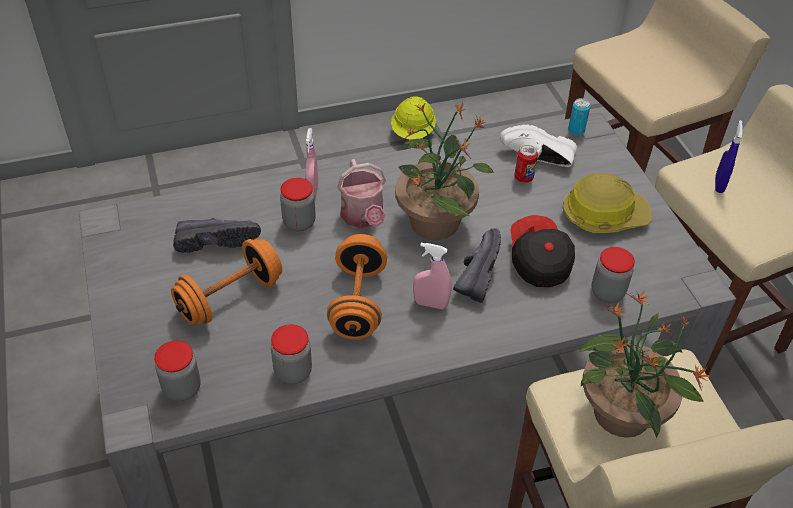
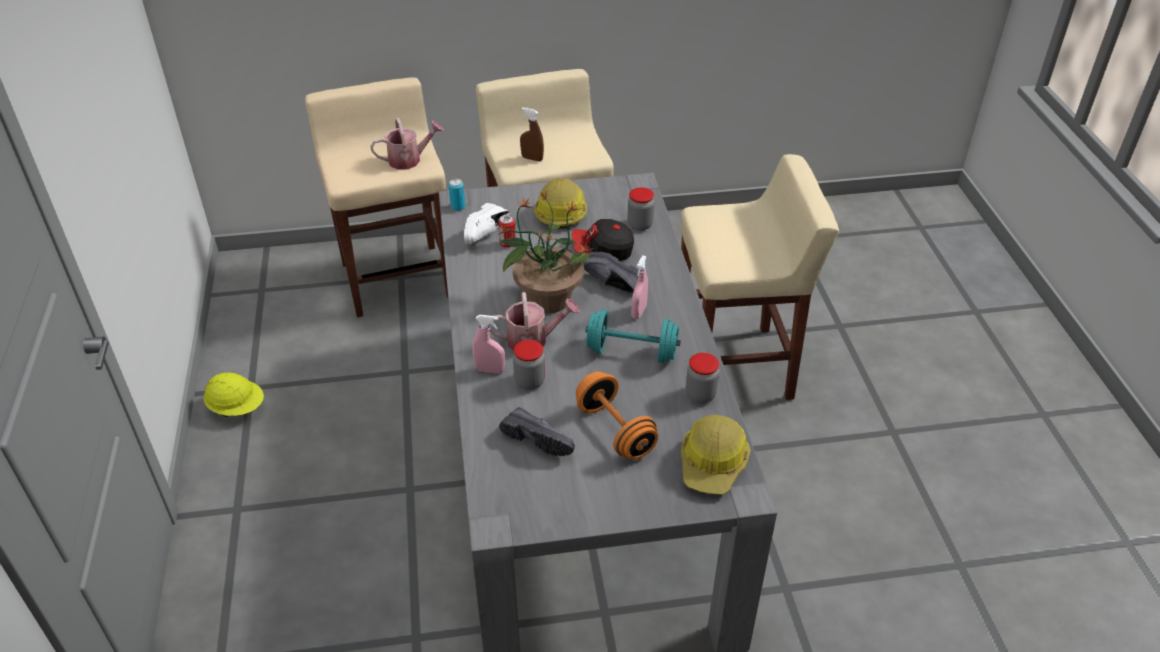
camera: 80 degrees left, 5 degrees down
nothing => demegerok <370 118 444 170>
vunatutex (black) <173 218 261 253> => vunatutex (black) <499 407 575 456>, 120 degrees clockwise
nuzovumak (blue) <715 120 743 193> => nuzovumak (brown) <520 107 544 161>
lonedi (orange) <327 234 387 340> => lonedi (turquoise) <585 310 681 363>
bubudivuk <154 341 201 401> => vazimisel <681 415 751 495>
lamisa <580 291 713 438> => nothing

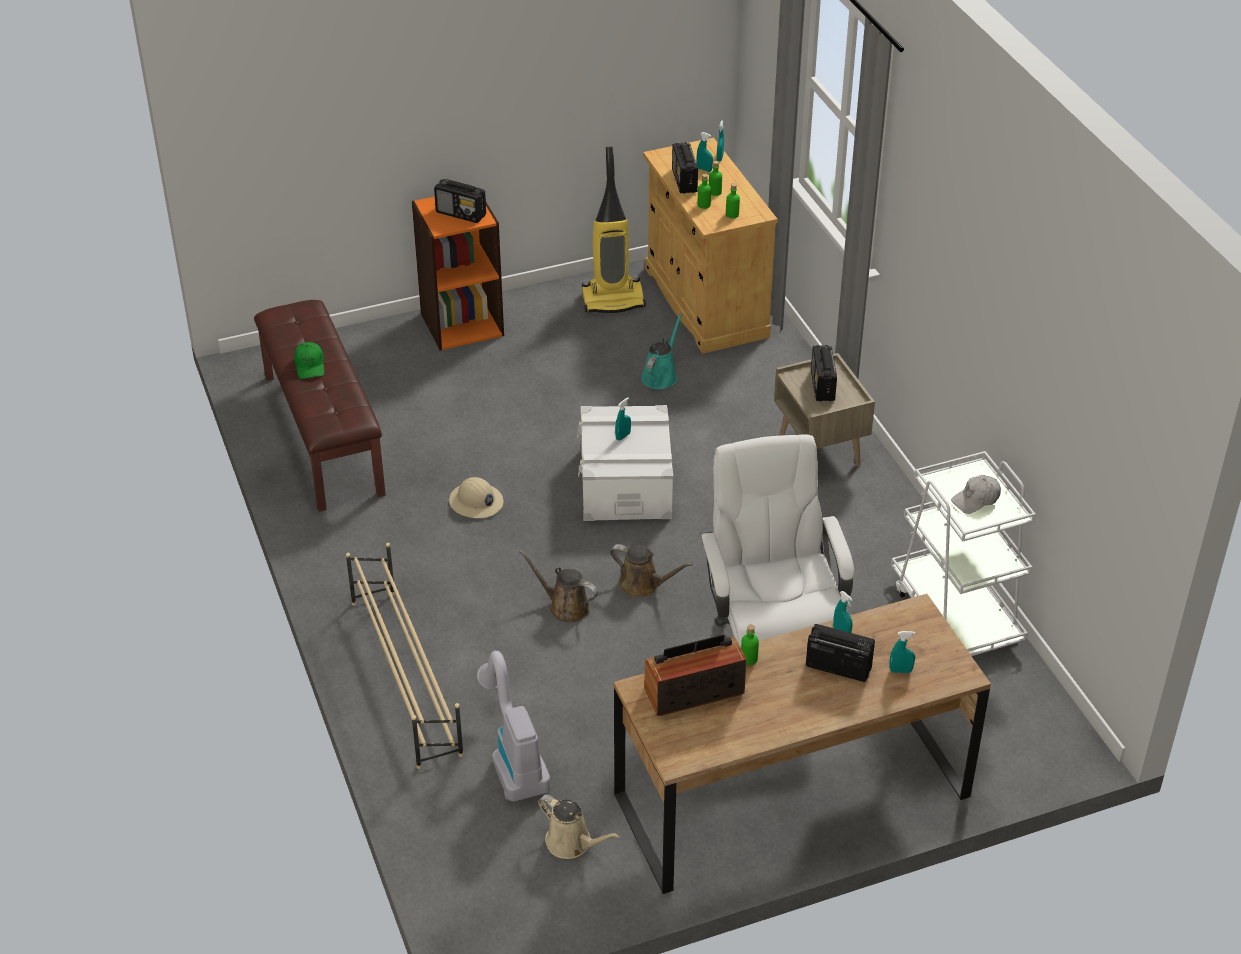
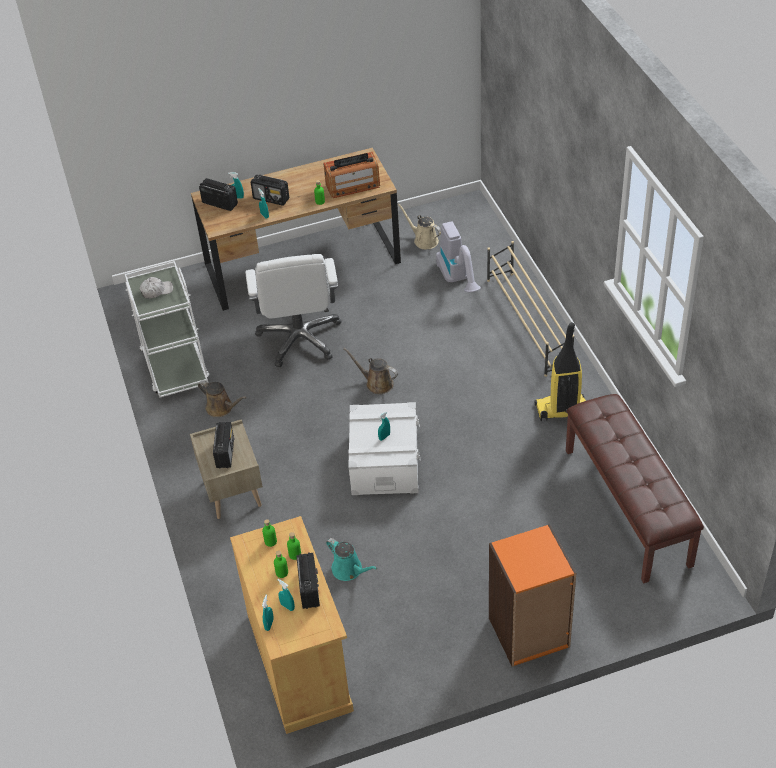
camera: 175 degrees left, 5 degrees up
demegerok (brown) <519 549 598 623> => demegerok (brown) <198 380 247 417>, move
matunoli <434 179 486 223> => matunoli <199 178 238 211>, move
demegerok (turquoise) <641 314 682 389> => demegerok (turquoise) <326 538 377 581>, 75 degrees counterclockwise
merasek <582 146 646 313> => merasek <535 322 586 421>, move
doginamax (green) <294 342 324 379> => nothing
vazimisel (beige) <449 477 504 518> => nothing

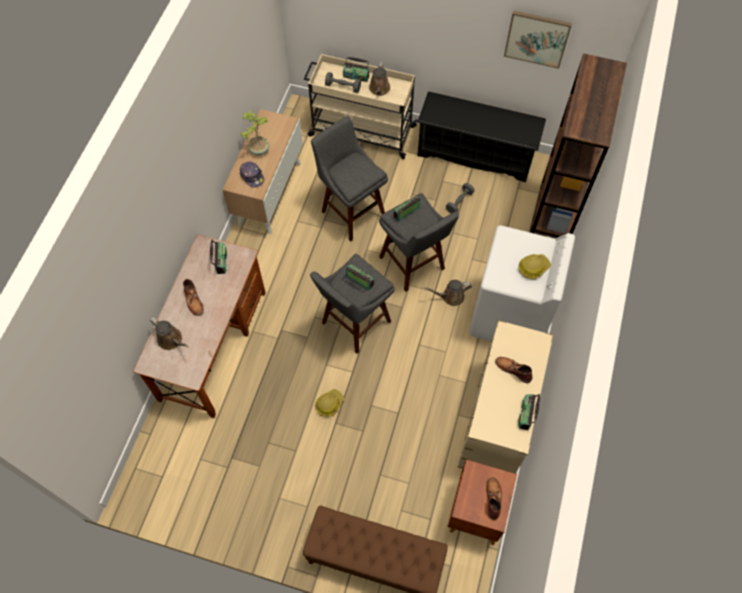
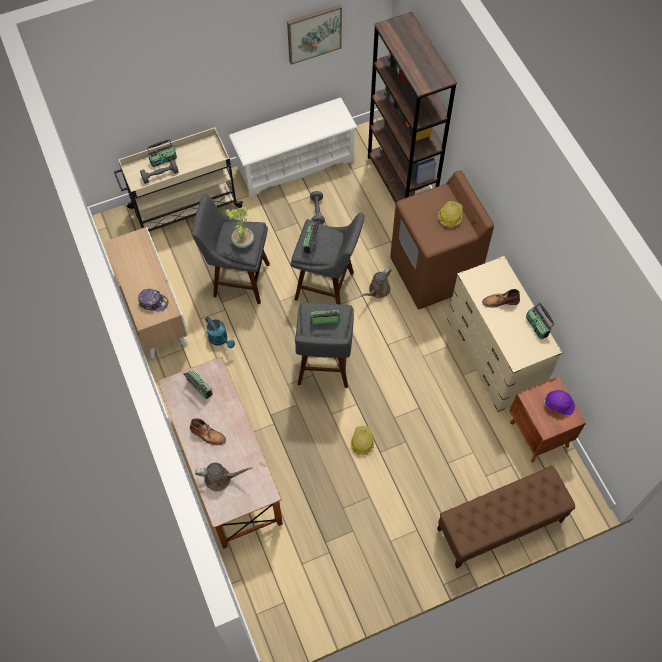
camera: 40 degrees left, 0 degrees up
nothing => demegerok (turquoise) <205 317 235 348>
lamisa <241 111 269 155> => lamisa <225 206 254 248>, move
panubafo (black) <417 92 546 182> => panubafo (white) <229 98 357 197>
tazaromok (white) <469 225 575 341> => tazaromok (brown) <390 171 494 309>
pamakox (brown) <486 477 502 520> => vazimisel (purple) <543 390 575 416>
demegerok (brown) <369 62 390 96> => nothing

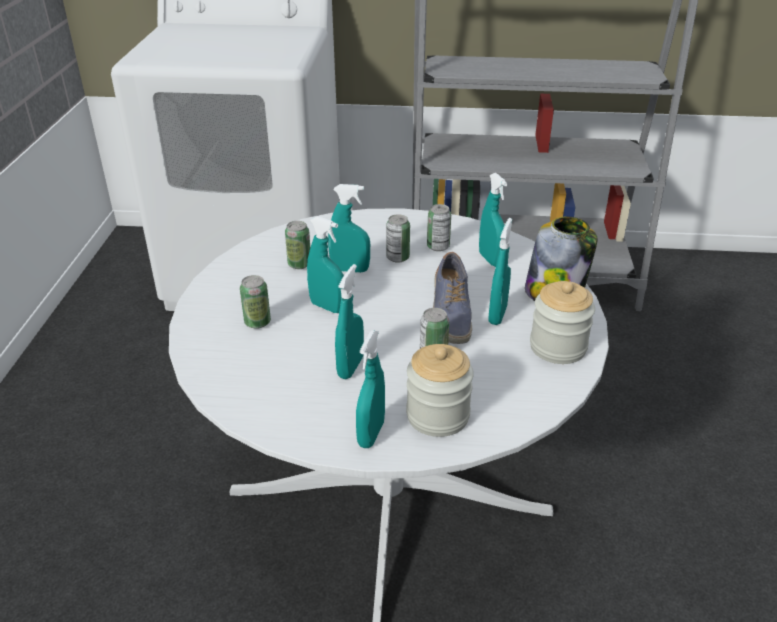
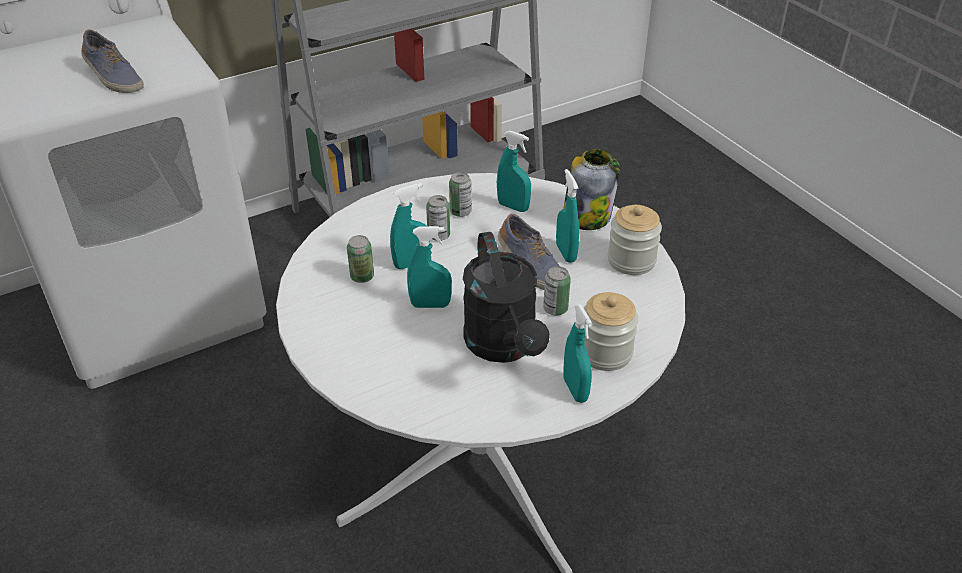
camera: 35 degrees left, 5 degrees up
nothing => vunatutex <81 29 144 93>
nuzovumak (turquoise) <335 264 364 379> => demegerok (black) <463 232 550 363>
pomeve <240 275 271 329> => nothing

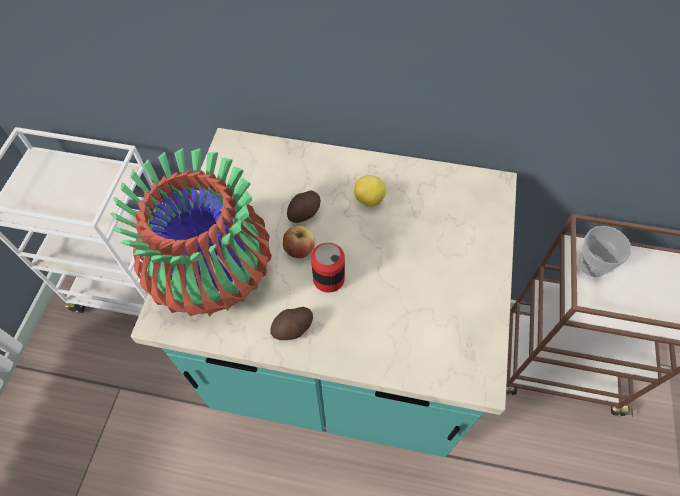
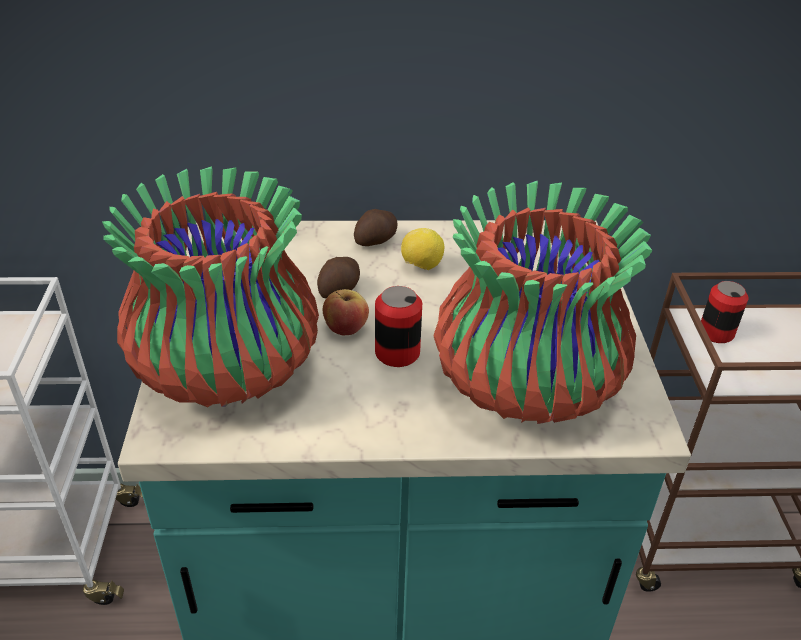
camera: 15 degrees left, 20 degrees down
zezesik <270 307 313 340> => zezesik <354 209 398 246>, move
nothing => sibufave <433 181 652 424>
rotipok <578 226 632 277> => pomeve <701 281 749 343>

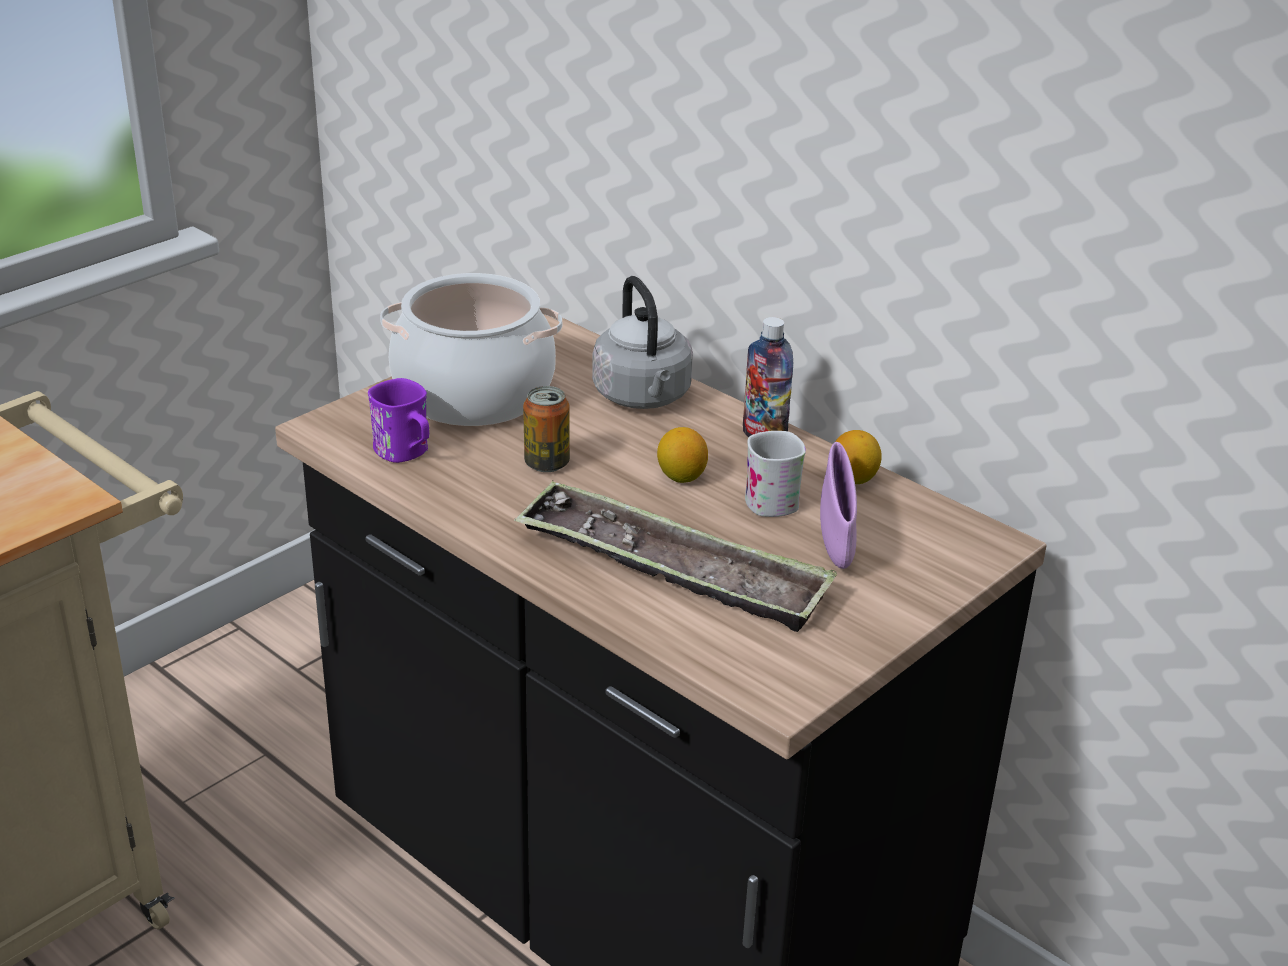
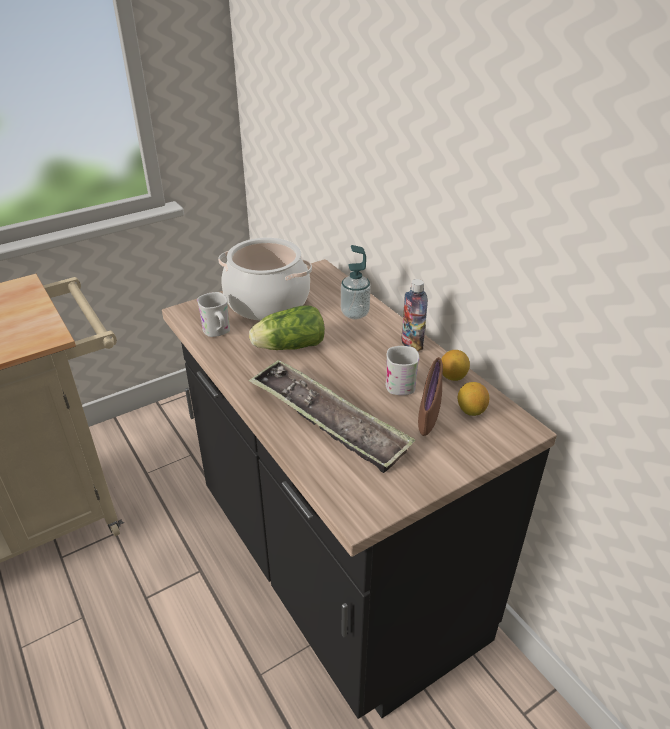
camera: 15 degrees right, 5 degrees up
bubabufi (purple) <368 378 429 463> => bubabufi (white) <197 292 230 337>
pomeve <523 386 570 472> => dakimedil <249 305 325 350>
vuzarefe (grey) <592 276 693 409> => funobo <341 245 371 319>
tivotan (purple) <820 442 857 569> => tivotan (brown) <418 357 443 436>
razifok <657 427 708 483> => razifok <458 382 489 416>, move

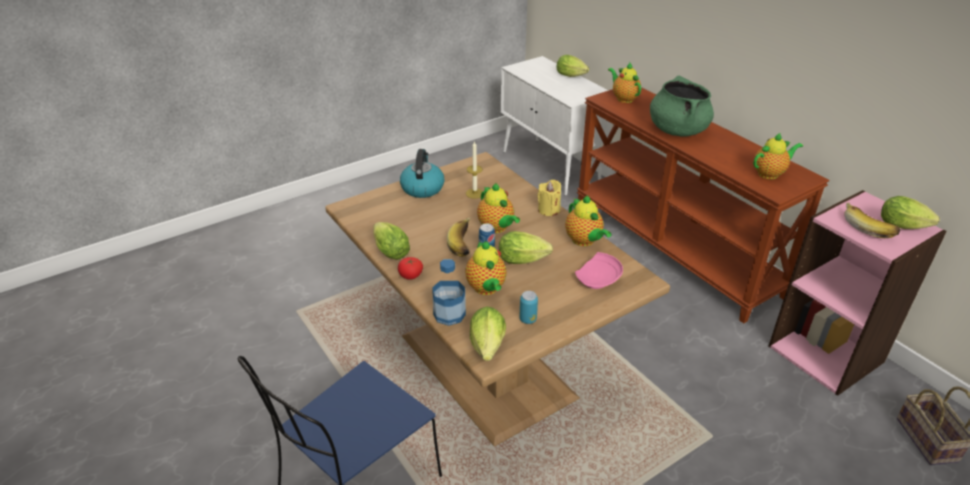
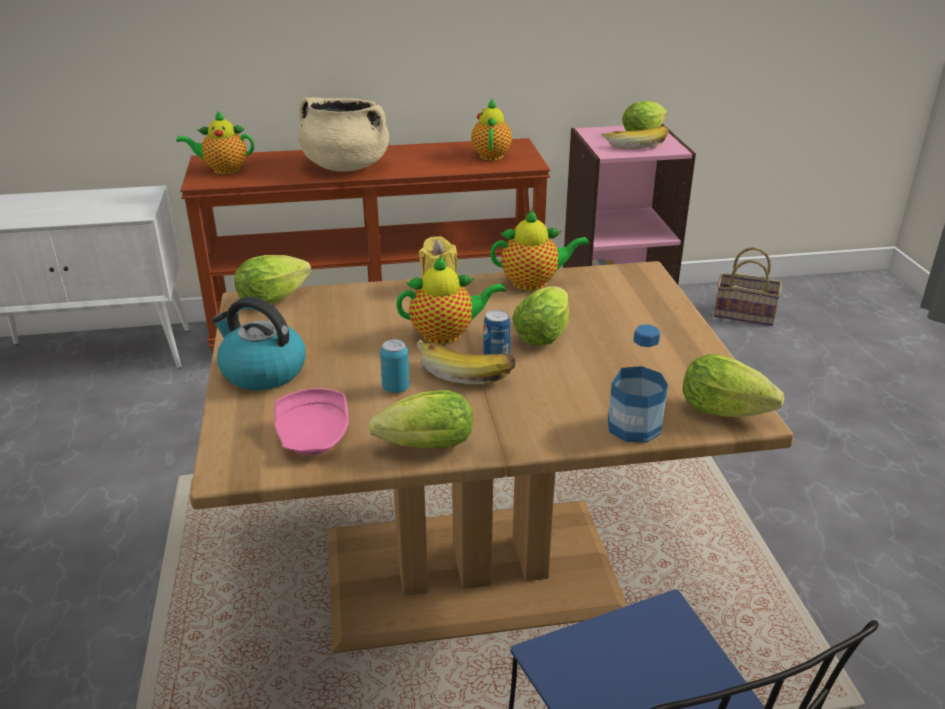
camera: 65 degrees left, 5 degrees down
dakimedil <556 55 589 77> => dakimedil <235 255 312 304>, move
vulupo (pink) <575 252 623 289> => vulupo (pink) <274 388 349 455>, move
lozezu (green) <650 76 714 136> => lozezu (beige) <298 97 389 172>
pomeve <519 291 538 324> => pomeve <380 339 409 393>, move
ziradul <398 257 423 280> => nothing
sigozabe <465 241 507 295> => nothing
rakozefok <466 141 483 199> => nothing

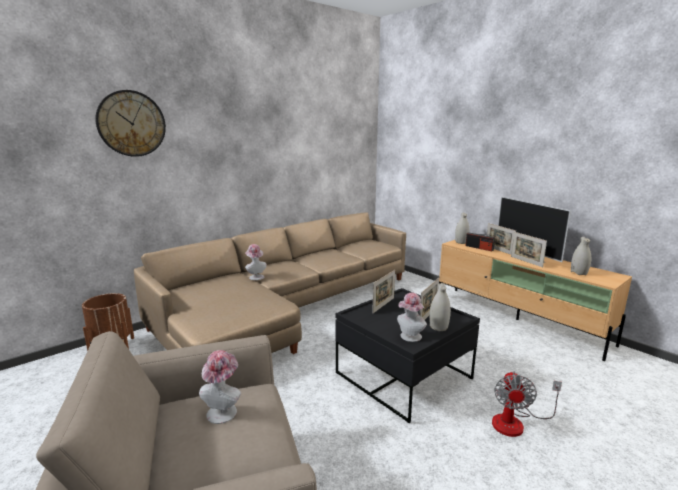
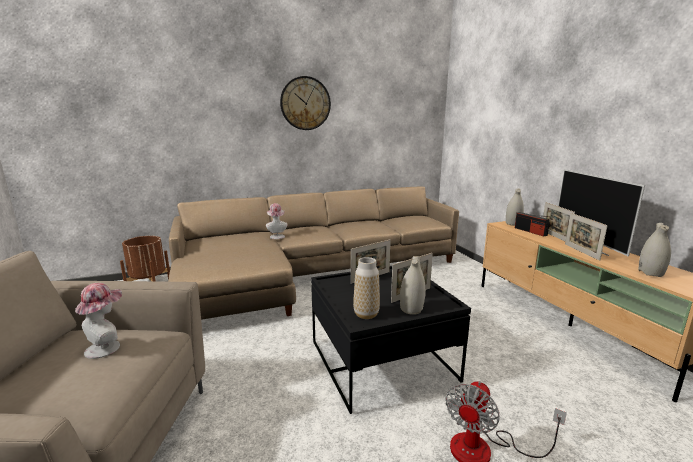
camera: 20 degrees right, 0 degrees up
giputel <95 90 166 157> => giputel <280 76 331 130>, move
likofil <397 293 427 342> => sibufave <353 257 380 319>

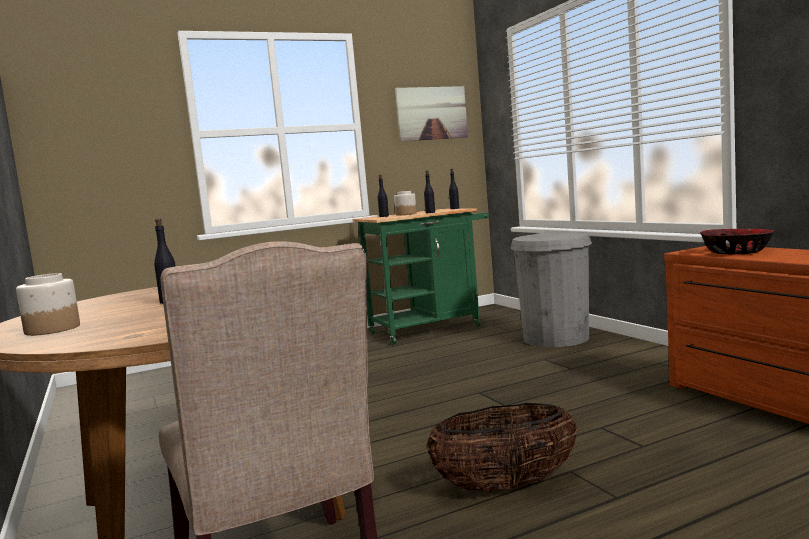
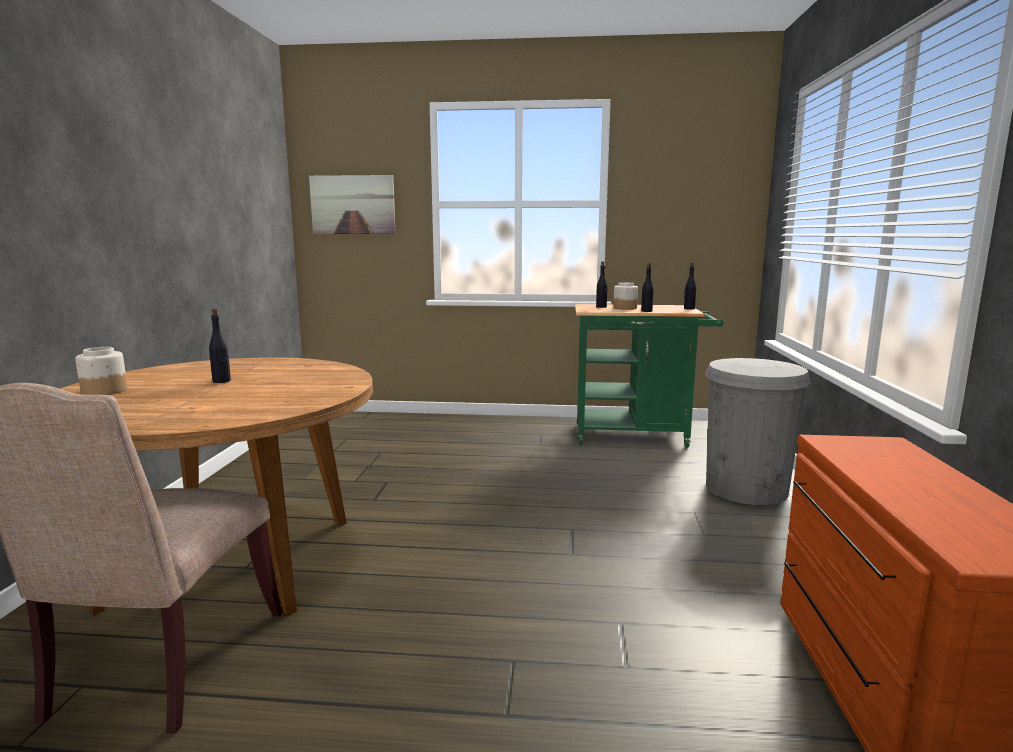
camera: 30 degrees right, 5 degrees up
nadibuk <395 86 468 142> => nadibuk <309 175 396 234>, move
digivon <427 403 577 492> => nothing
tivotan <700 229 775 255> => nothing

